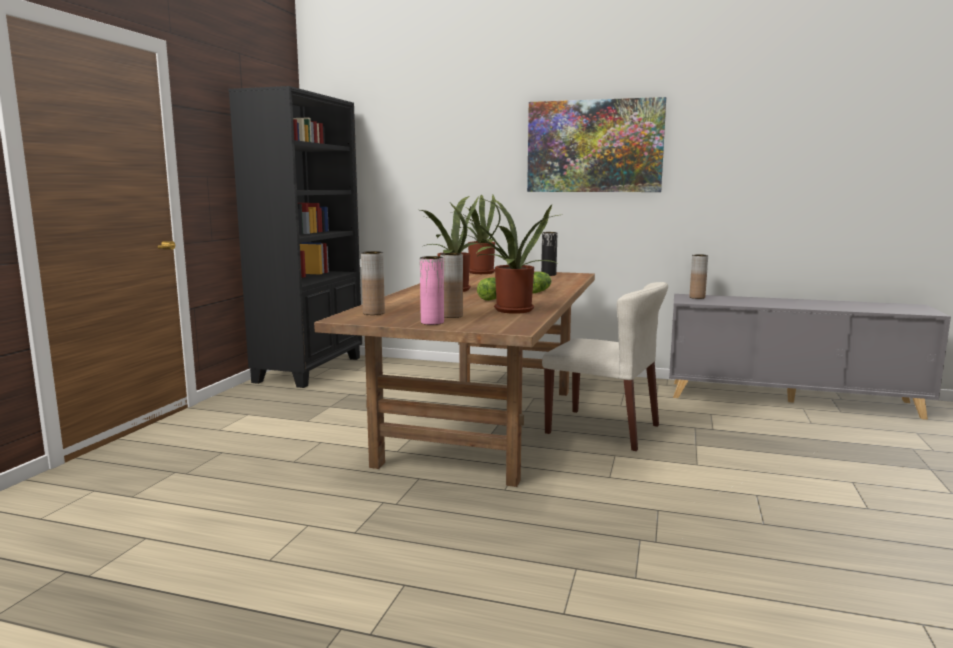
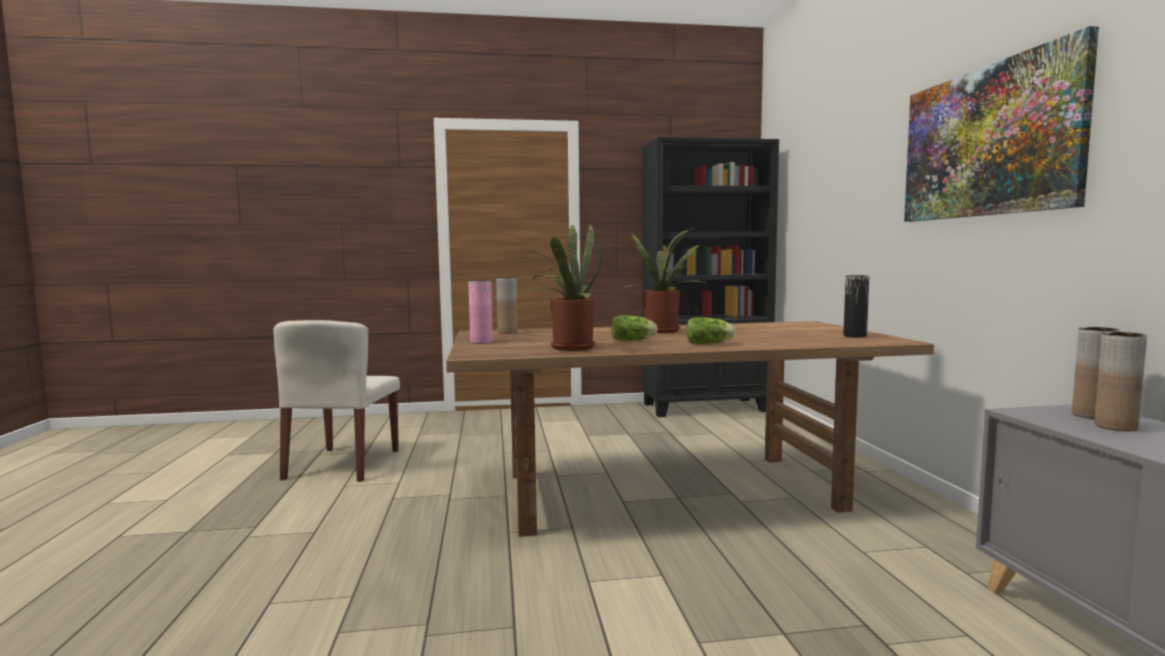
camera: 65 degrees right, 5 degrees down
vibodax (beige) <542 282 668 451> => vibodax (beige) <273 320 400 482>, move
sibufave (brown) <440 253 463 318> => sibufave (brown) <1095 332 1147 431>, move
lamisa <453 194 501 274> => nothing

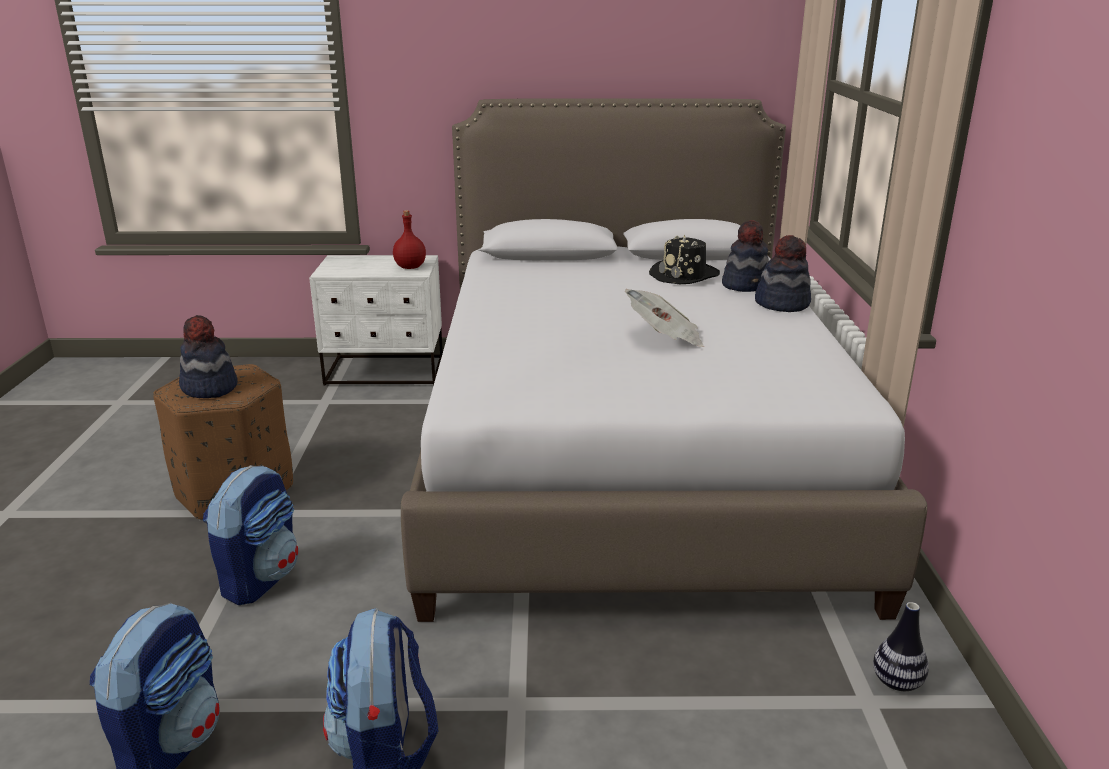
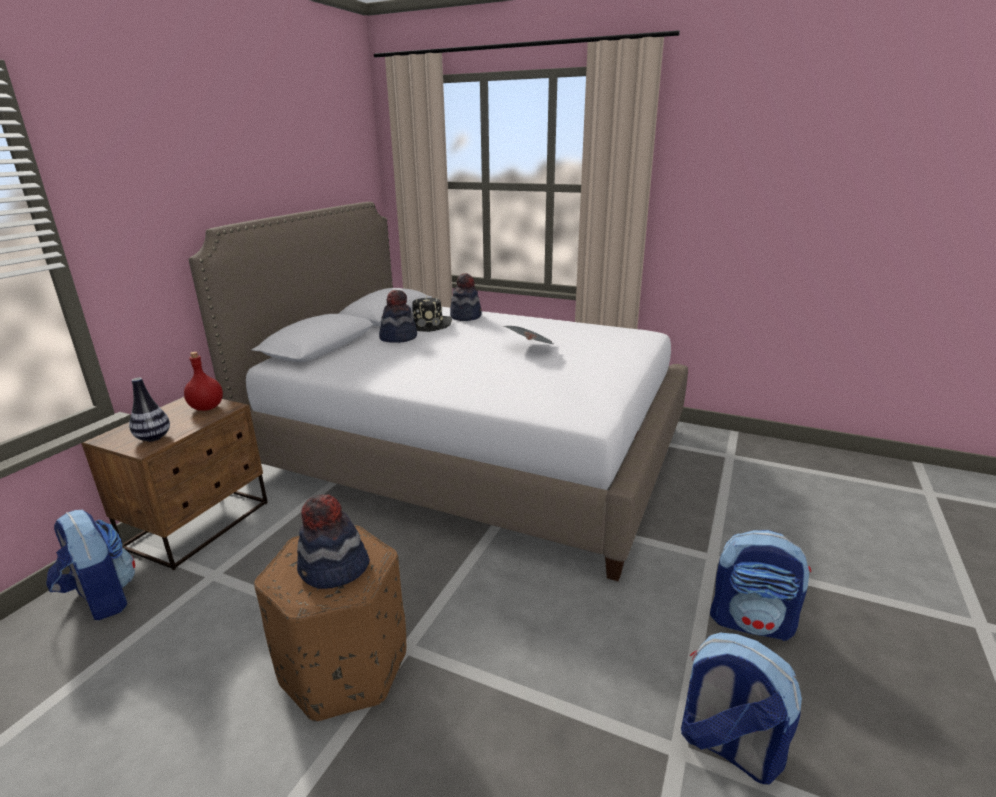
camera: 65 degrees left, 0 degrees up
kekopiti <203 465 298 605> => kekopiti <46 510 135 620>, move
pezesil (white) <309 255 443 386> => pezesil (brown) <81 397 268 570>
sibufave <873 602 929 691> => sibufave <129 378 170 442>, move
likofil <755 235 811 312> => likofil <379 290 417 343>, move

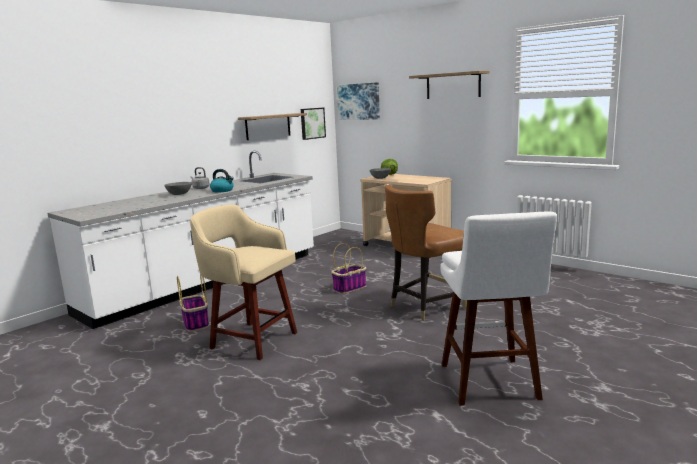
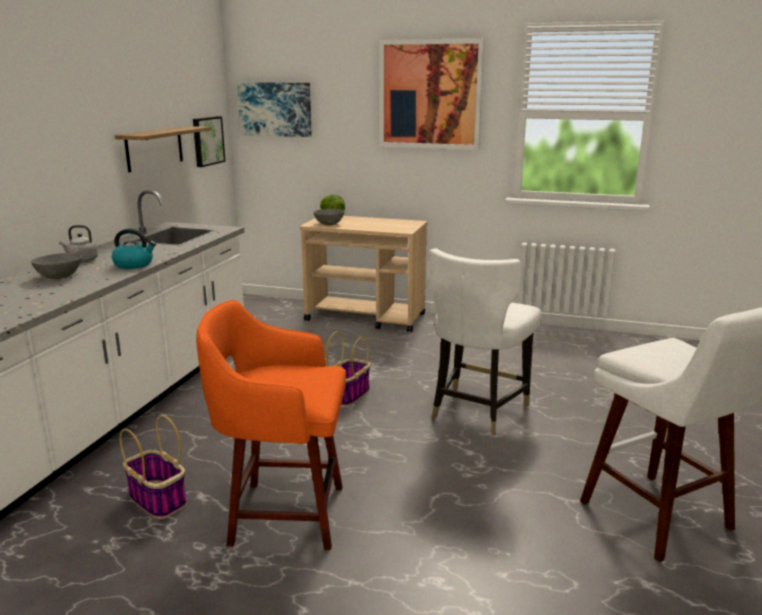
camera: 25 degrees left, 5 degrees up
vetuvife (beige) <190 204 297 360> => vetuvife (orange) <196 300 346 550>
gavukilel <409 71 489 99> => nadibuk <379 38 484 150>
vibodax (brown) <385 185 467 321> => vibodax (white) <429 248 542 435>

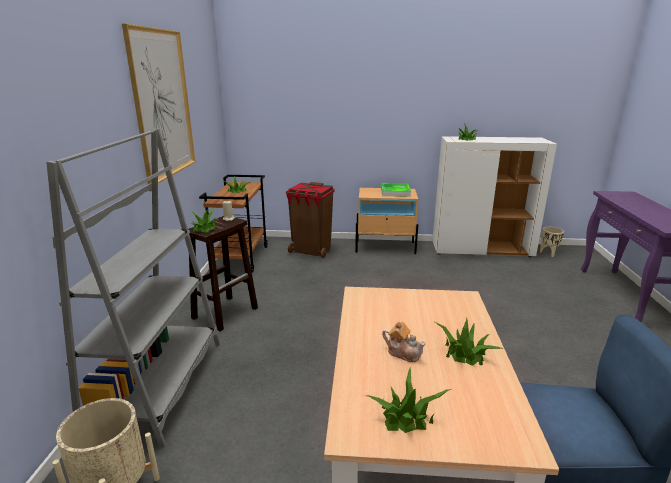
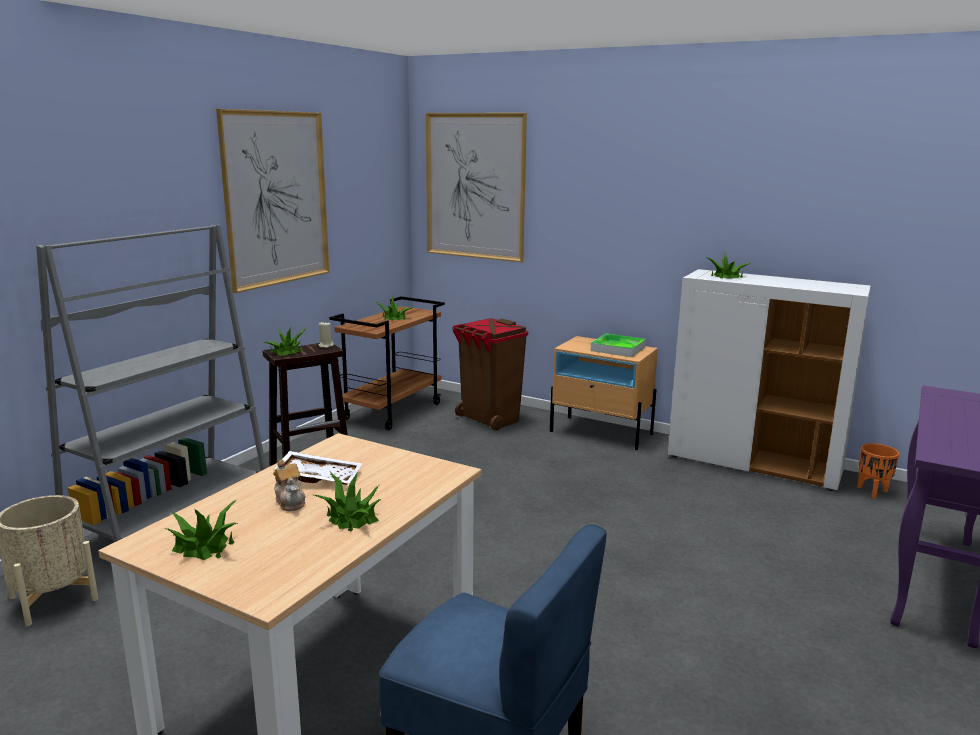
camera: 25 degrees right, 5 degrees down
nothing => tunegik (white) <273 451 362 485>
nothing => nadibuk <426 113 527 262>
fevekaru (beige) <540 227 564 257> => fevekaru (orange) <857 443 900 499>

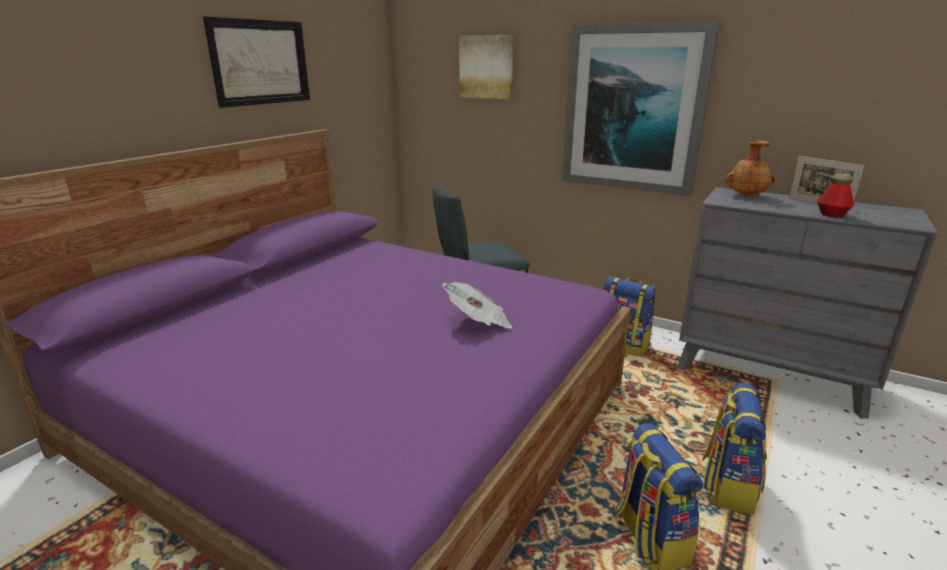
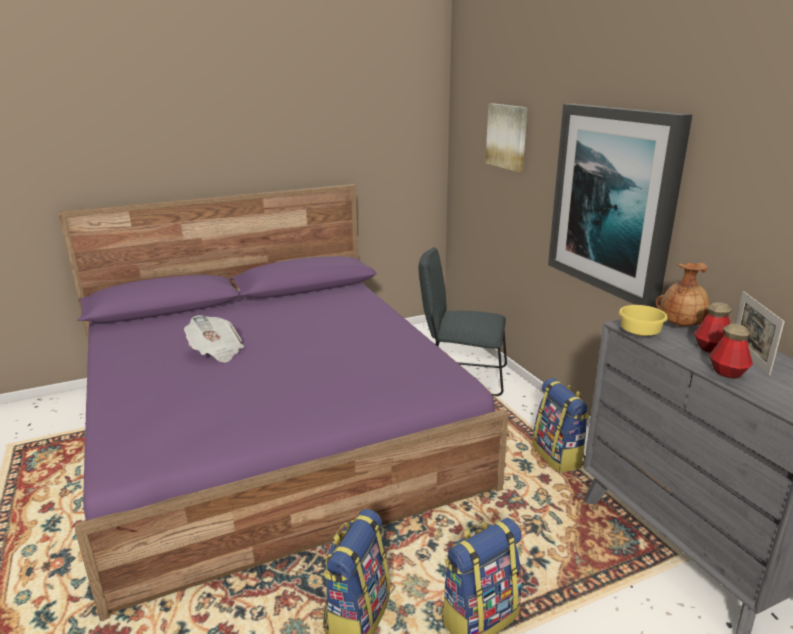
camera: 35 degrees right, 0 degrees up
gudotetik <442 282 512 328> => gudotetik <184 315 244 363>, move
nothing => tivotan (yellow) <619 305 668 336>
nothing => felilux <694 302 732 352>
nadibuk <203 16 310 108> => nothing

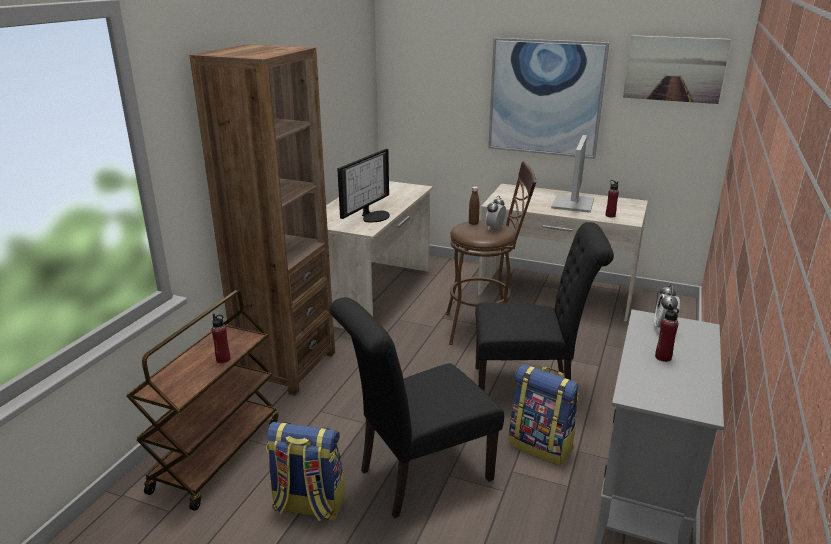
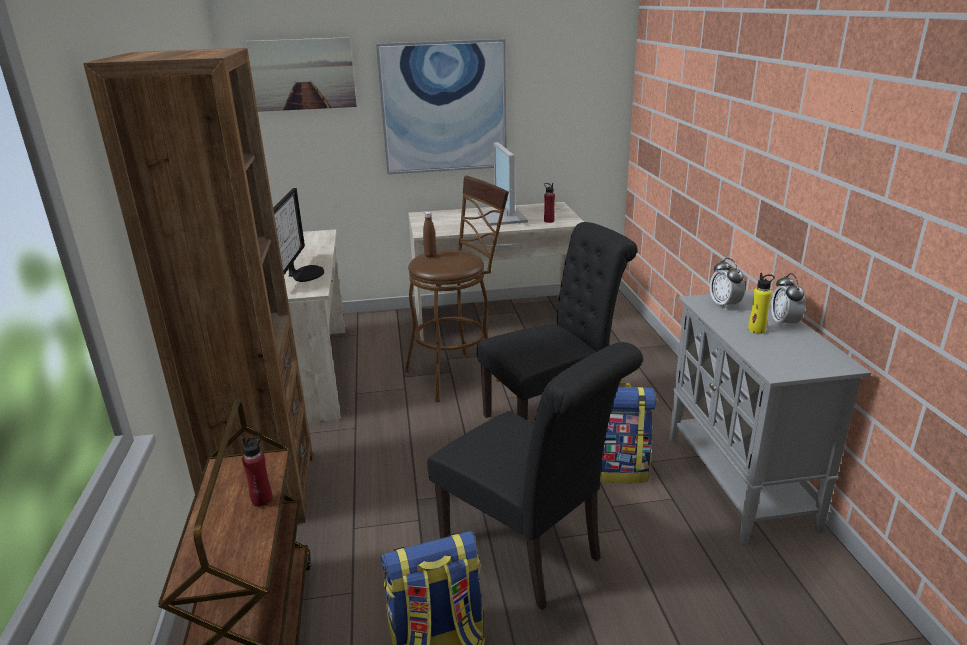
camera: 30 degrees left, 0 degrees up
nadibuk <623 35 731 104> => nadibuk <246 37 357 112>, move
vibodax (black) <330 297 504 519> => vibodax (black) <427 342 643 610>, 75 degrees counterclockwise
felilux (red) <655 304 679 362> => felilux (yellow) <748 273 775 334>
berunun <485 196 506 230> => berunun <771 273 806 328>, move

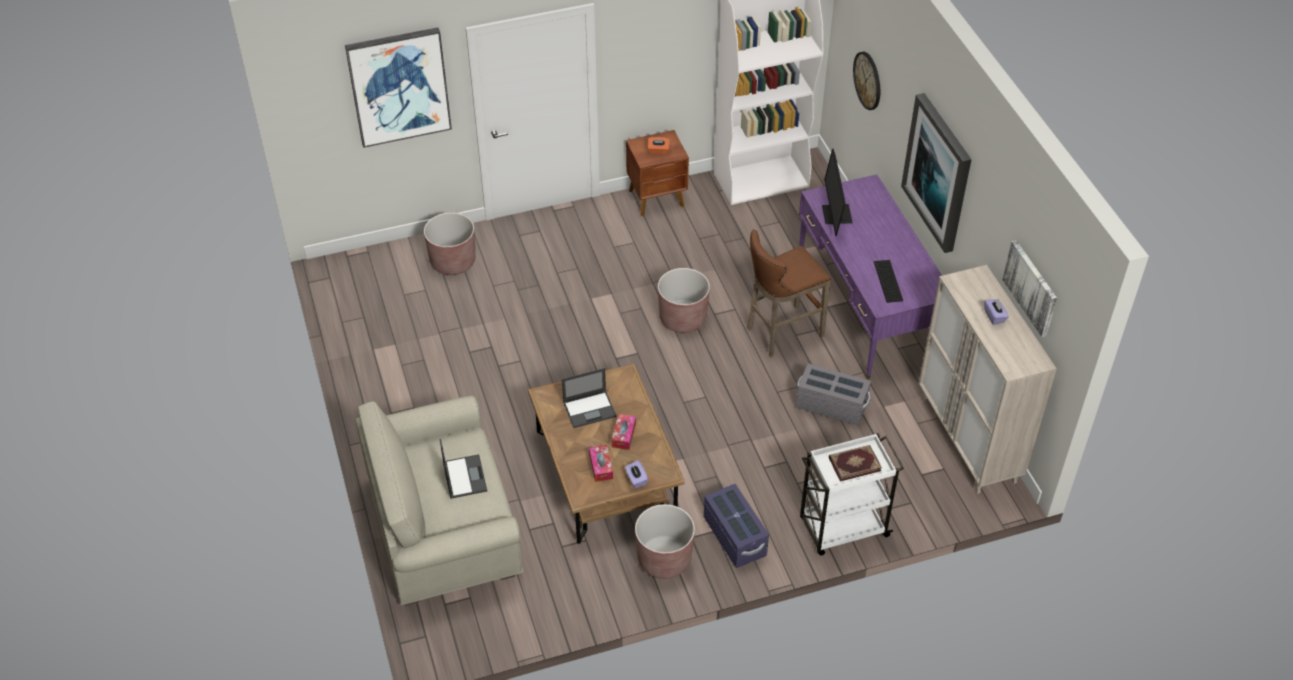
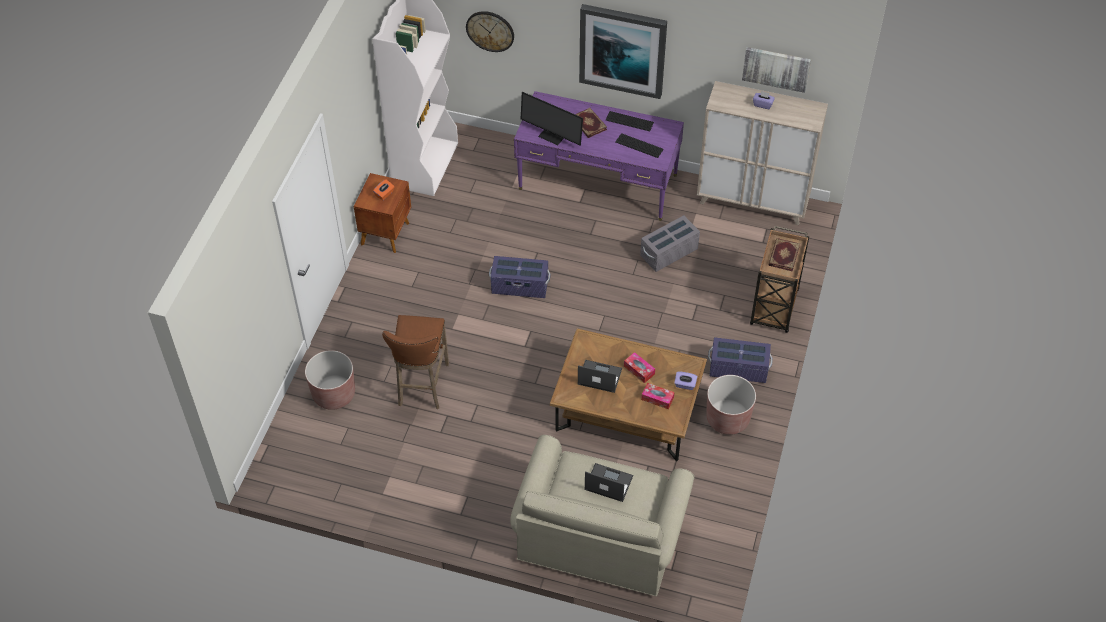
camera: 55 degrees left, 5 degrees up
vetuvife (brown) <748 230 831 357> => vetuvife (brown) <382 315 449 409>, move
fevekaru (brown) <658 268 710 333> => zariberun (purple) <489 256 550 298>
nothing => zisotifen <575 108 607 138>
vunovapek <562 368 616 428> => vunovapek <577 360 622 393>, 90 degrees counterclockwise
nothing => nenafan <606 111 654 131>
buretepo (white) <800 433 904 555> => buretepo (brown) <750 226 809 333>
nadibuk <345 27 452 148> => nothing

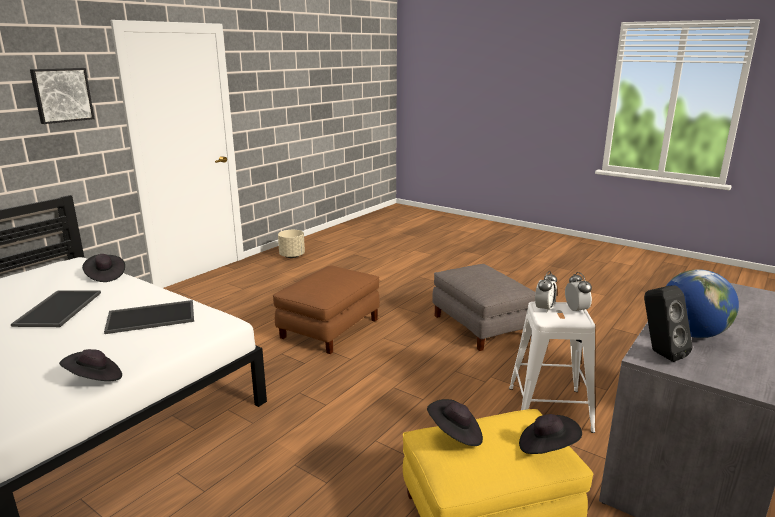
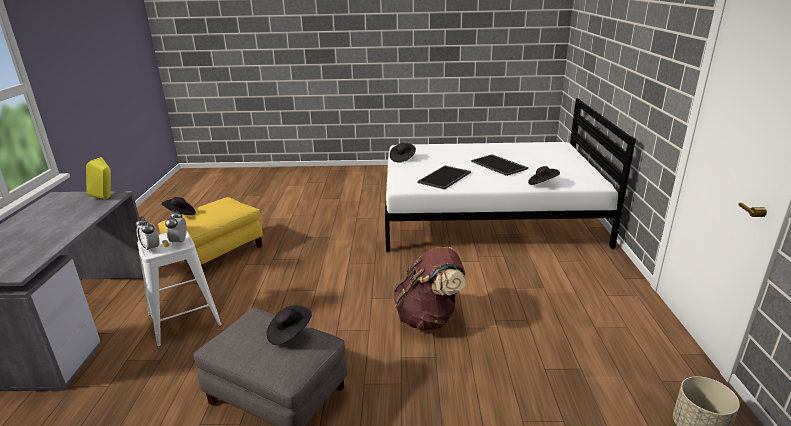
camera: 145 degrees right, 5 degrees up
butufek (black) <644 285 693 362> => butufek (yellow) <86 157 111 199>
likofil (black) <427 399 483 446> => likofil (black) <267 305 312 345>, move
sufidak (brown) <273 266 380 354> => kekopiti (brown) <393 247 465 330>
nadibuk <30 68 94 124> => nothing
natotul <666 269 739 338> => nothing

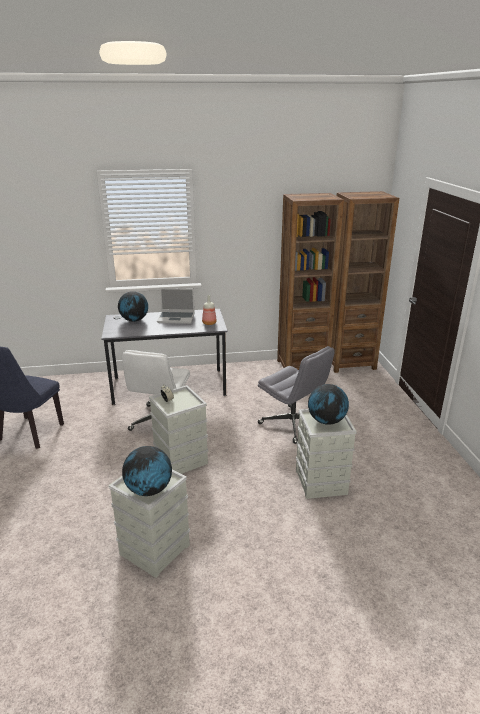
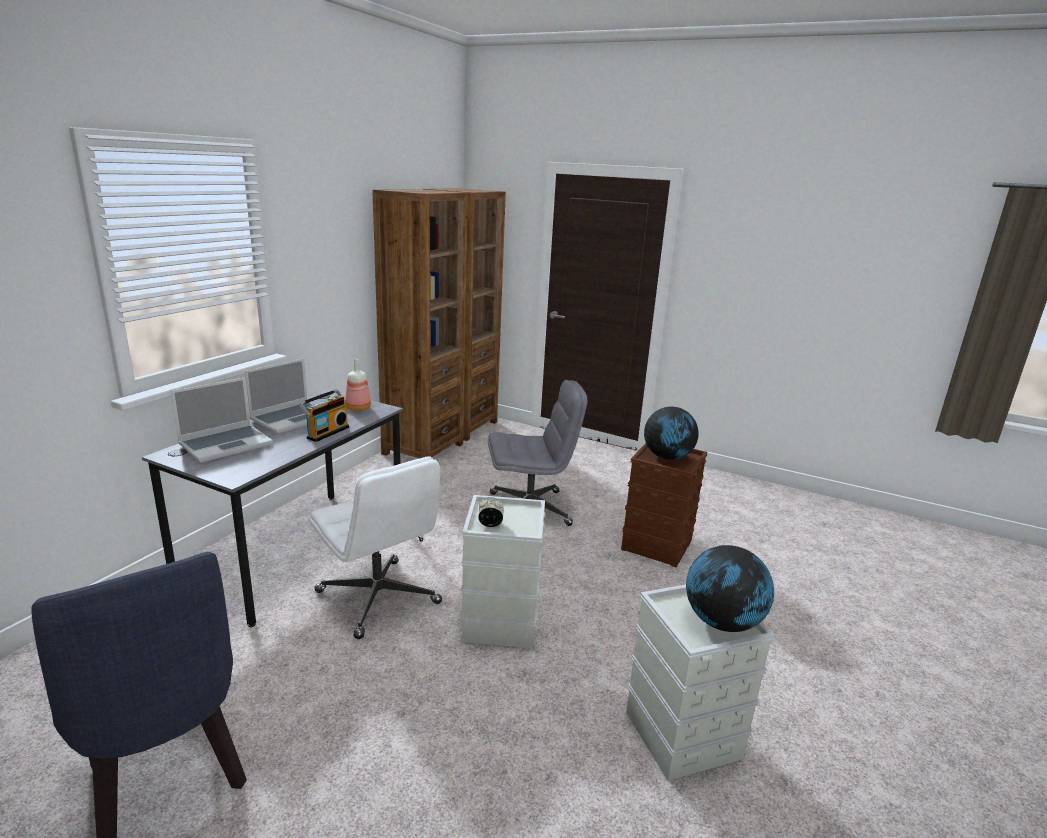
camera: 55 degrees left, 5 degrees down
natotul <118 291 148 322> => vunovapek <171 377 273 463>
nothing => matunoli <299 389 349 442>
zariberun (grey) <296 409 357 499> => zariberun (brown) <621 443 708 567>

